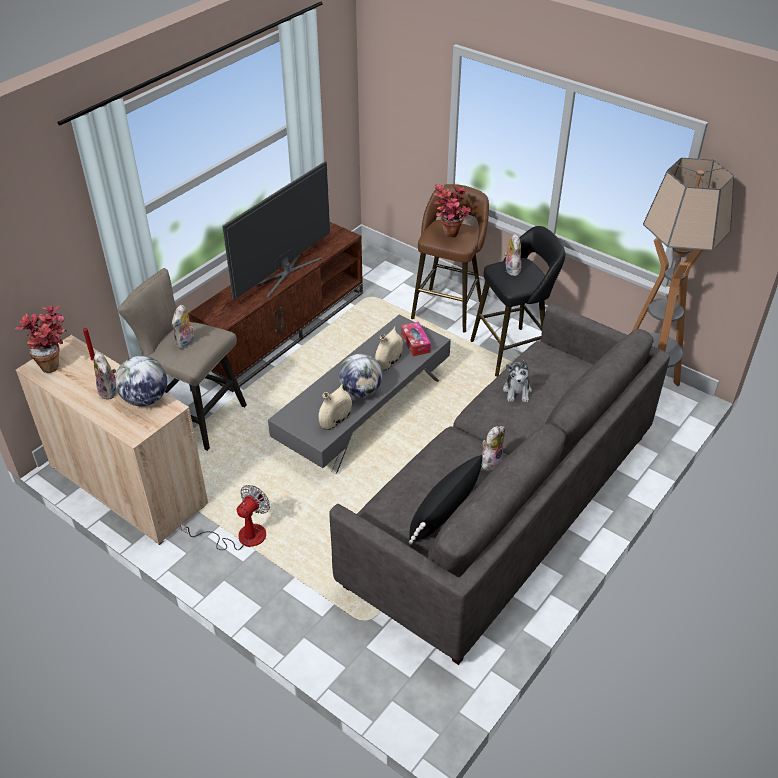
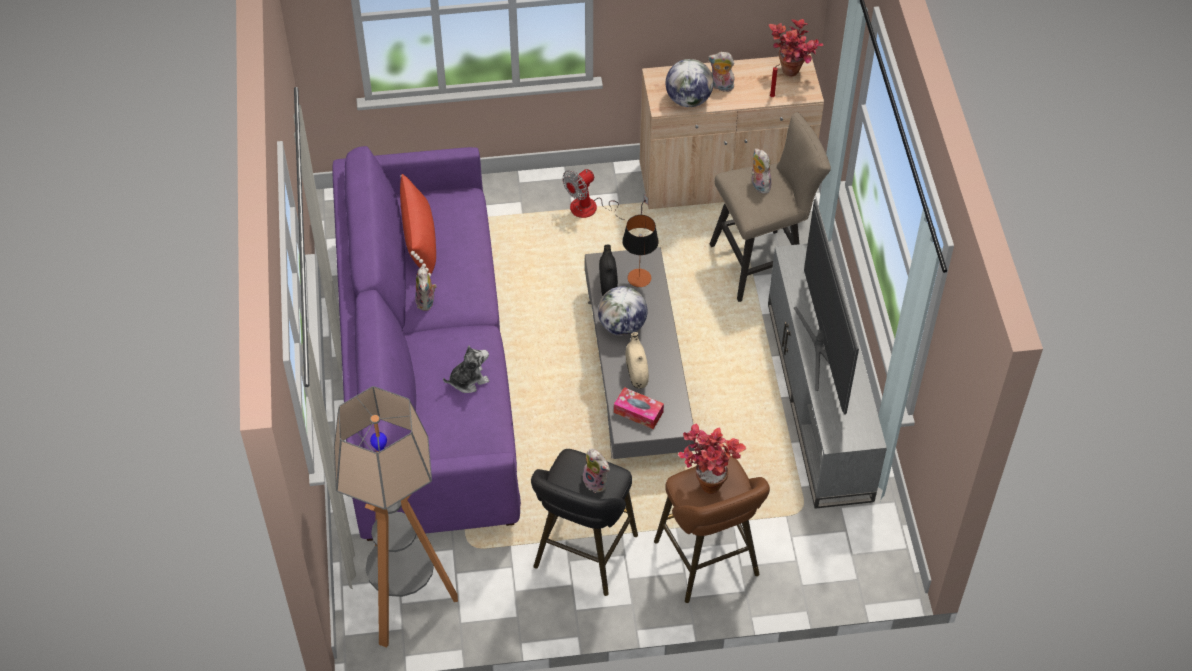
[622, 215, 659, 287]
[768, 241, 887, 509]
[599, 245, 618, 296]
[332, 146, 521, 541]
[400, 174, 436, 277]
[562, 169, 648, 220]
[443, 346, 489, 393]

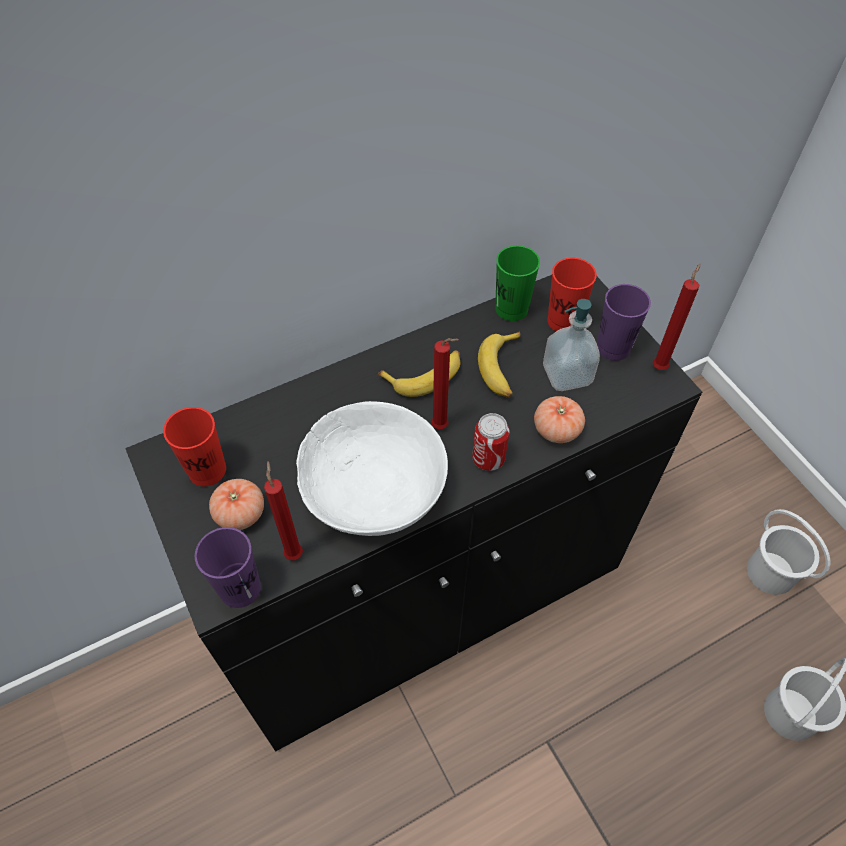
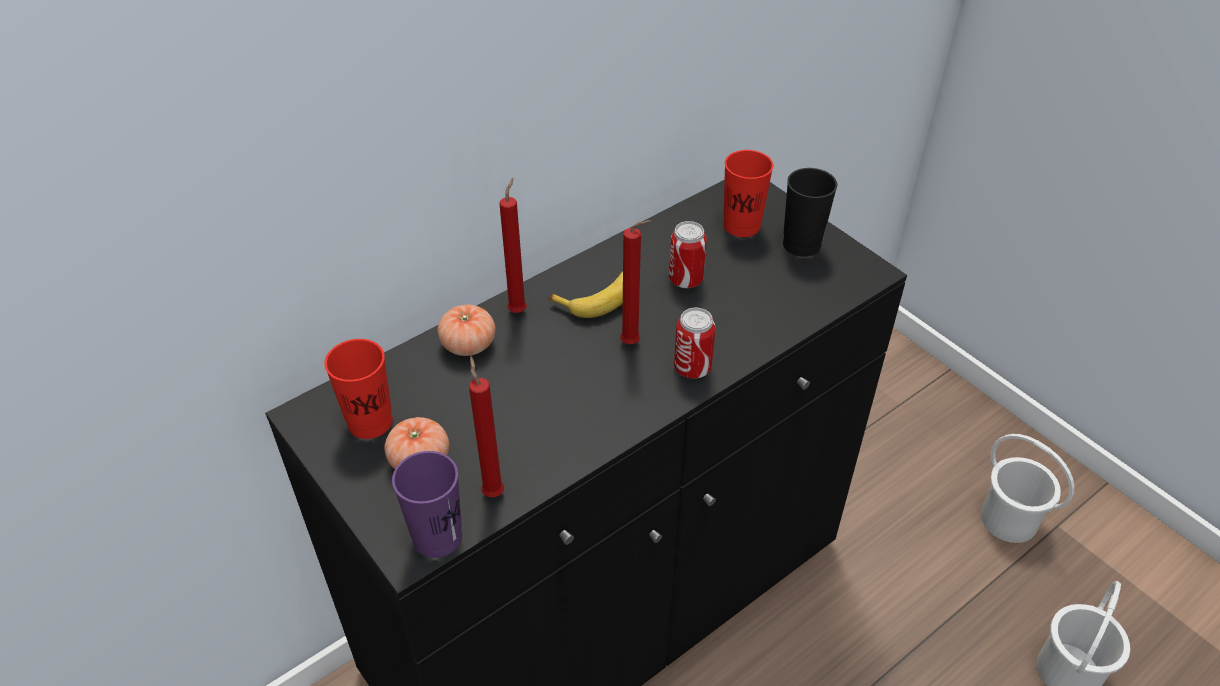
[296, 401, 448, 536] (first image)
[495, 245, 540, 321] (first image)
[543, 299, 600, 391] (first image)
[437, 304, 496, 356]
[499, 178, 527, 313]
[669, 221, 707, 289]
[783, 168, 838, 257]

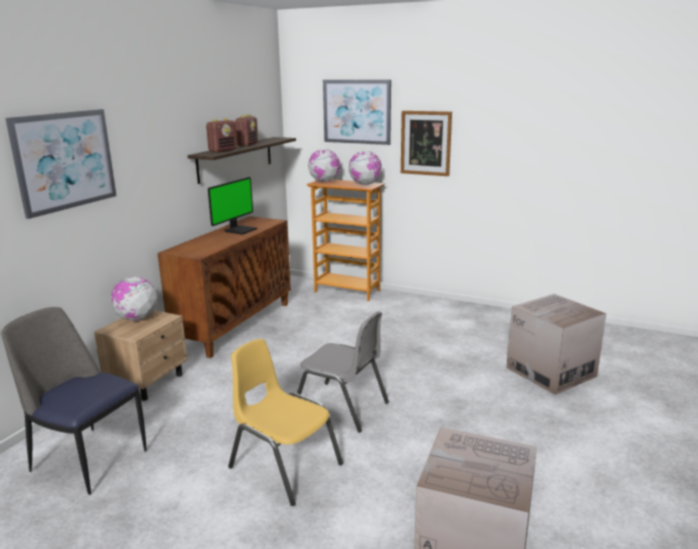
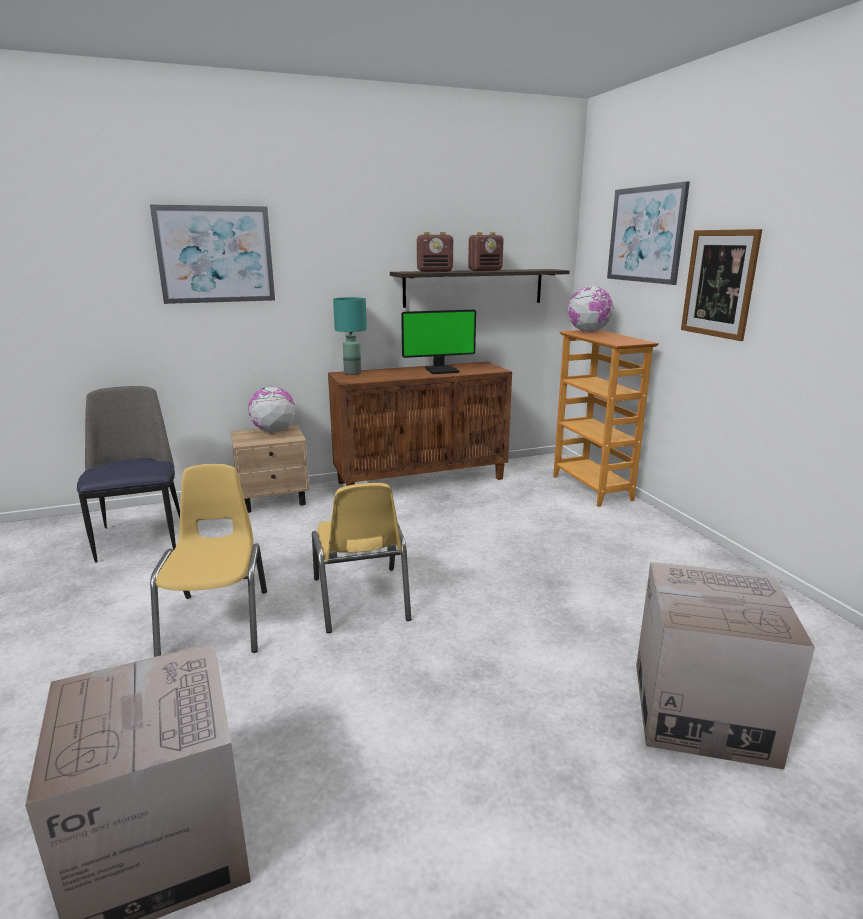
[349, 151, 382, 185] (first image)
[333, 297, 367, 375]
[312, 483, 411, 633]

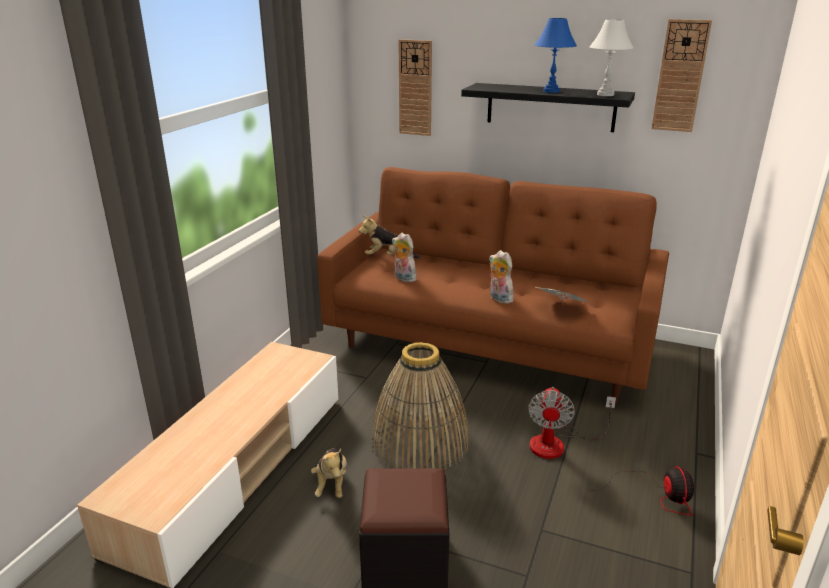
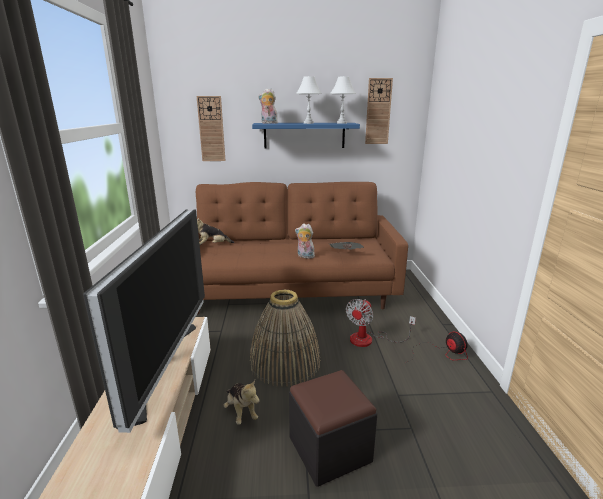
[83, 209, 205, 433]
[258, 89, 278, 124]
[252, 123, 360, 148]
[296, 76, 322, 124]
[346, 299, 416, 347]

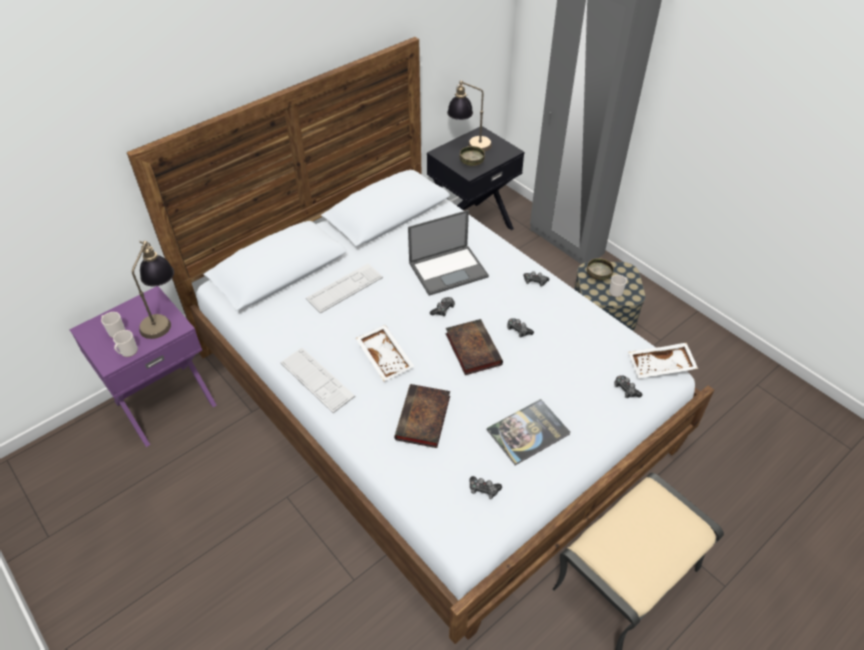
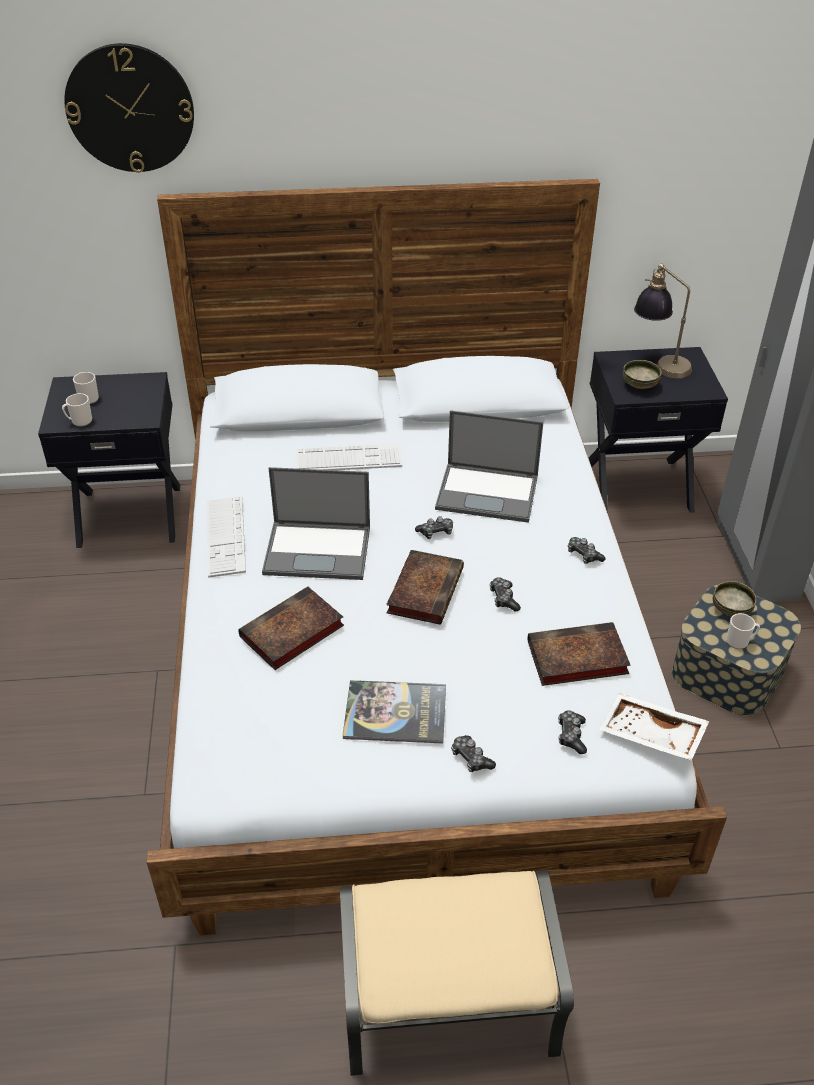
[132, 241, 174, 339] (first image)
[64, 43, 194, 173]
[528, 622, 631, 686]
[451, 735, 496, 772]
[262, 467, 370, 580]
[38, 372, 180, 548]

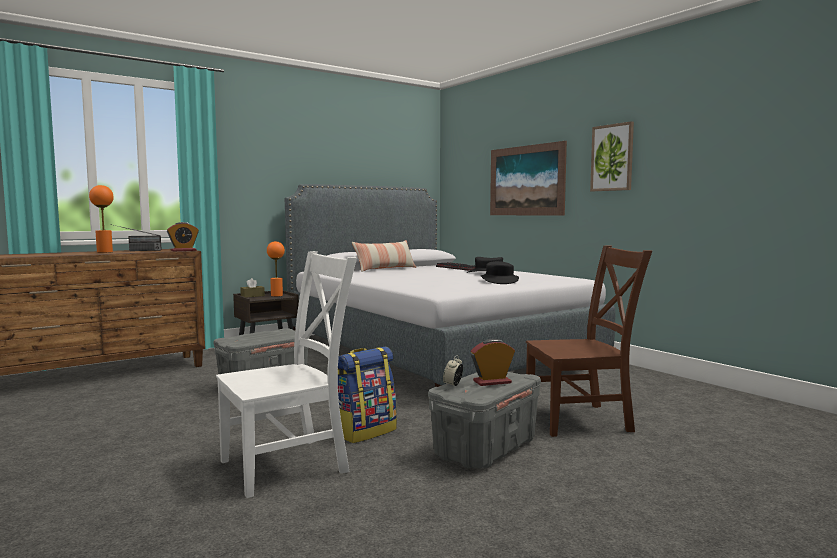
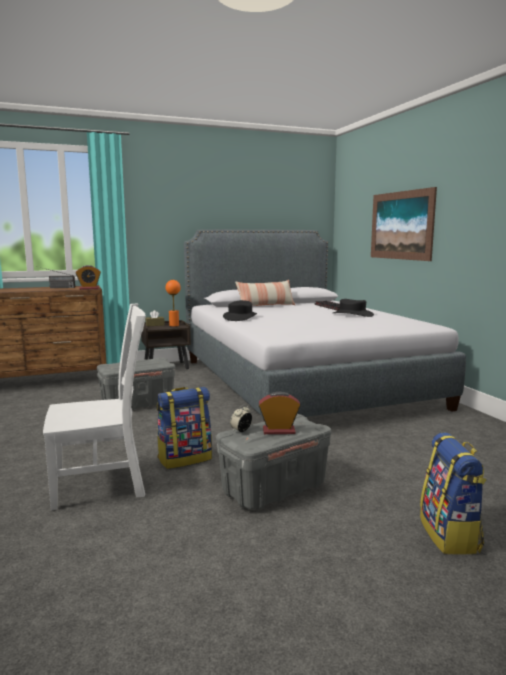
[89, 185, 114, 253] (first image)
[526, 245, 652, 437] (first image)
[590, 121, 634, 191] (first image)
[420, 433, 486, 554]
[223, 300, 257, 321]

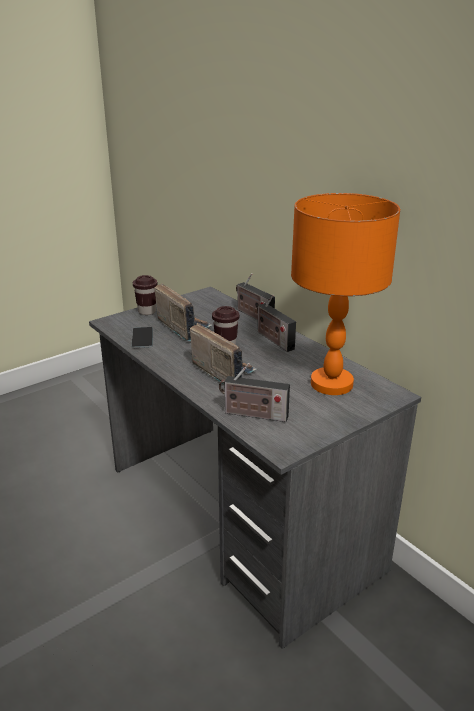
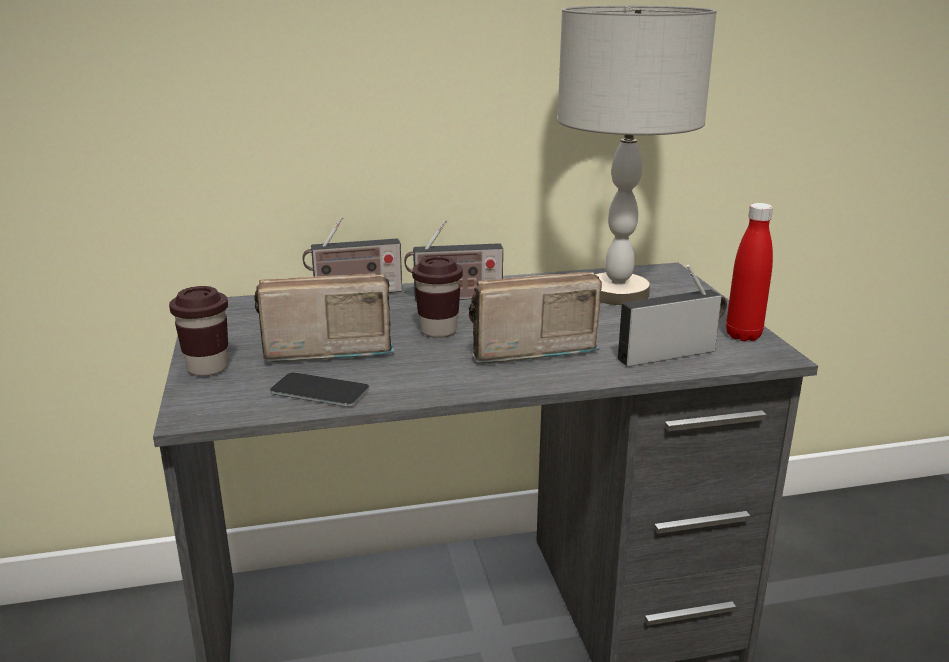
[726, 203, 773, 341]
[557, 5, 717, 305]
[618, 265, 727, 367]

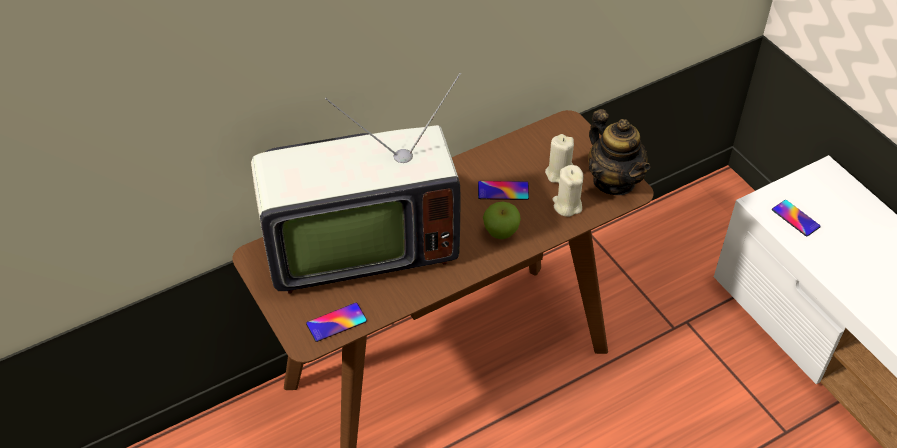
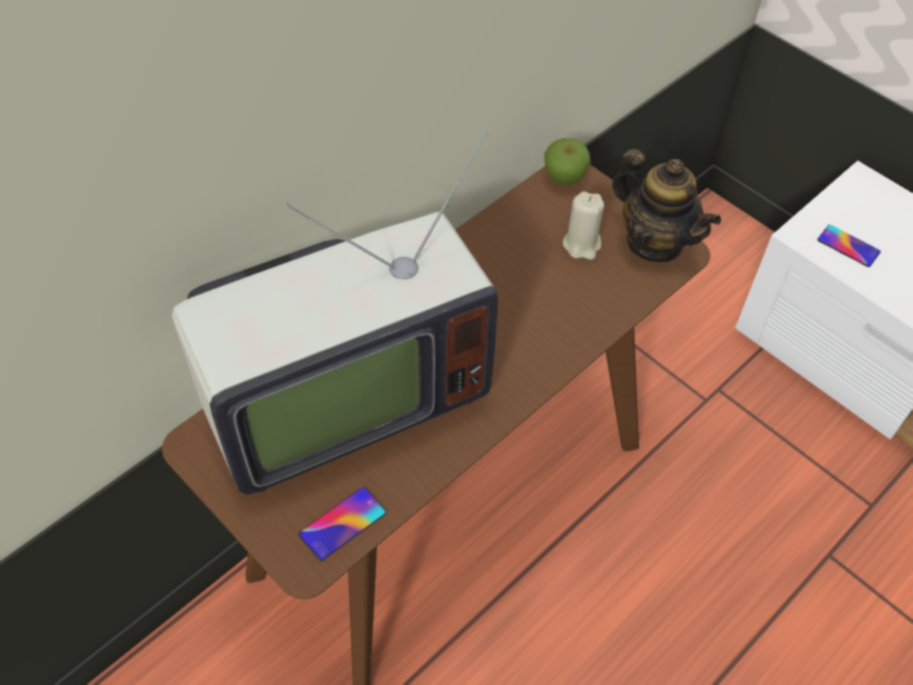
[478, 181, 529, 200] (first image)
[553, 165, 584, 217] (first image)
[544, 138, 591, 185]

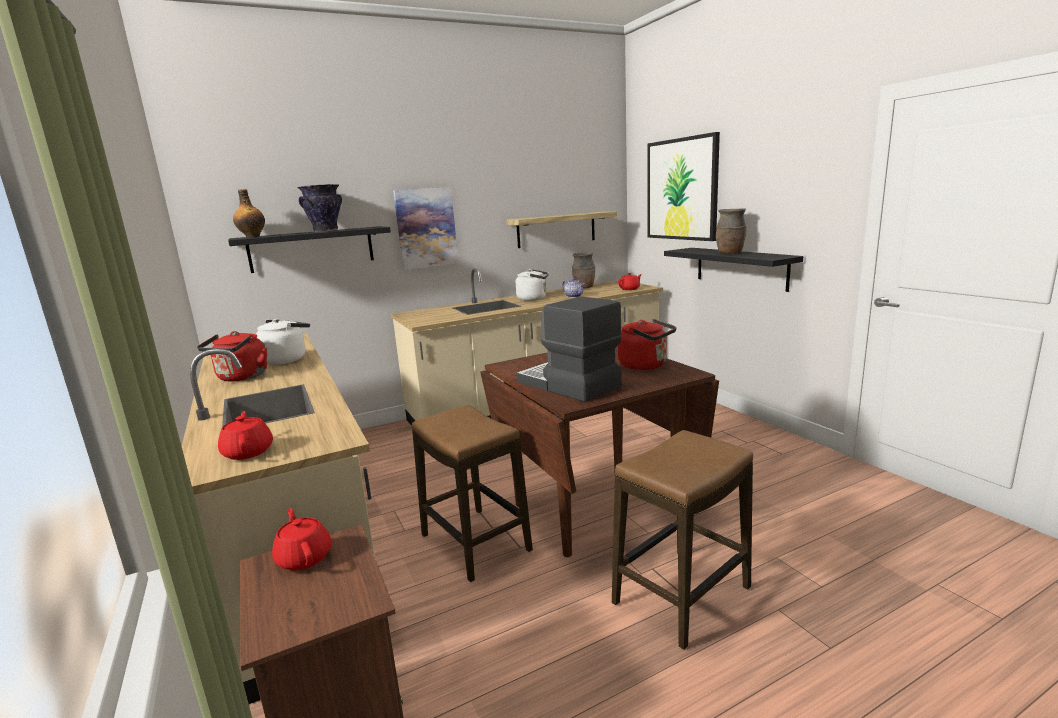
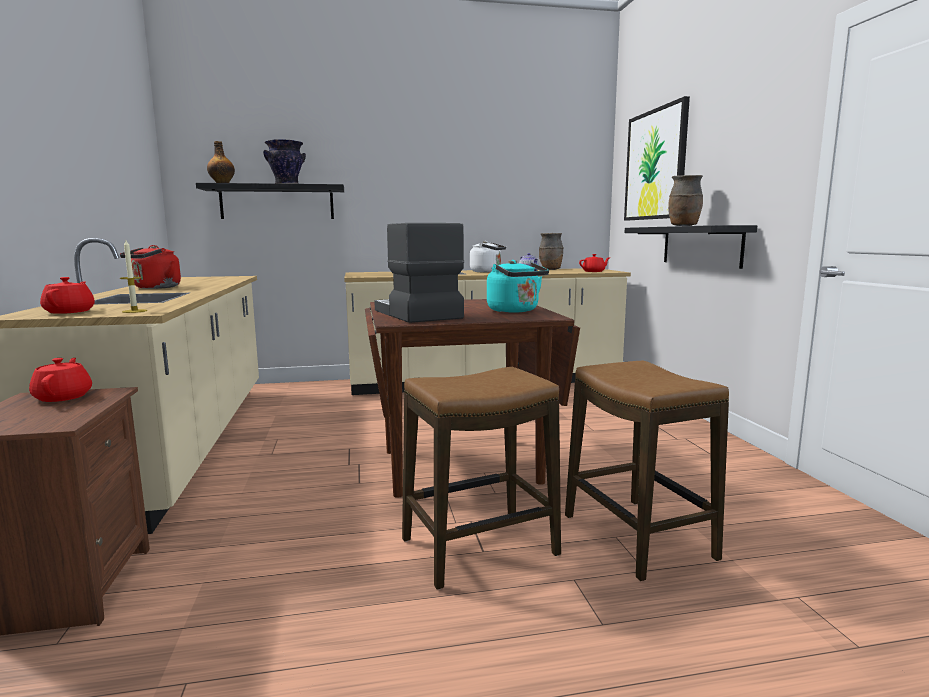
[256, 319, 310, 365] (first image)
[393, 187, 459, 270] (first image)
[506, 212, 617, 248] (first image)
[120, 240, 147, 313]
[565, 360, 729, 581]
[487, 260, 549, 313]

